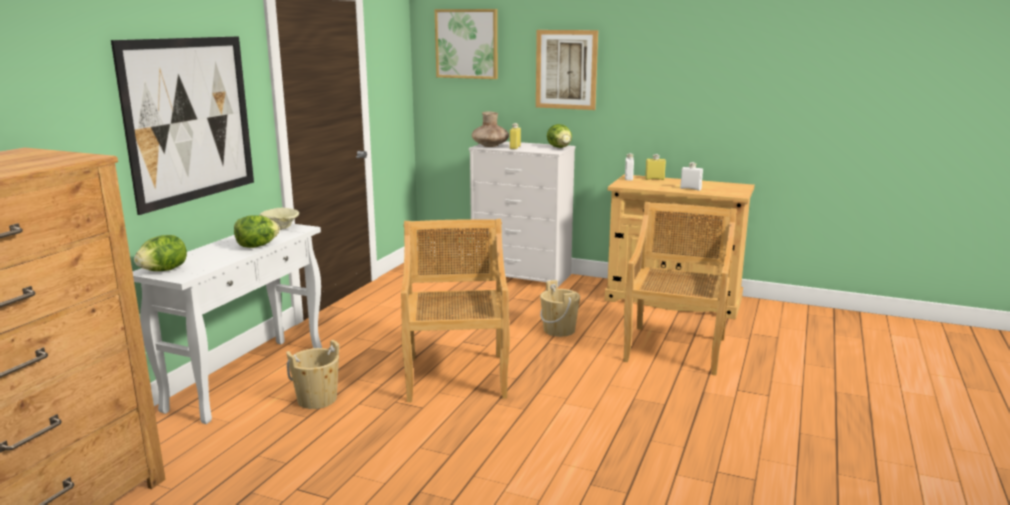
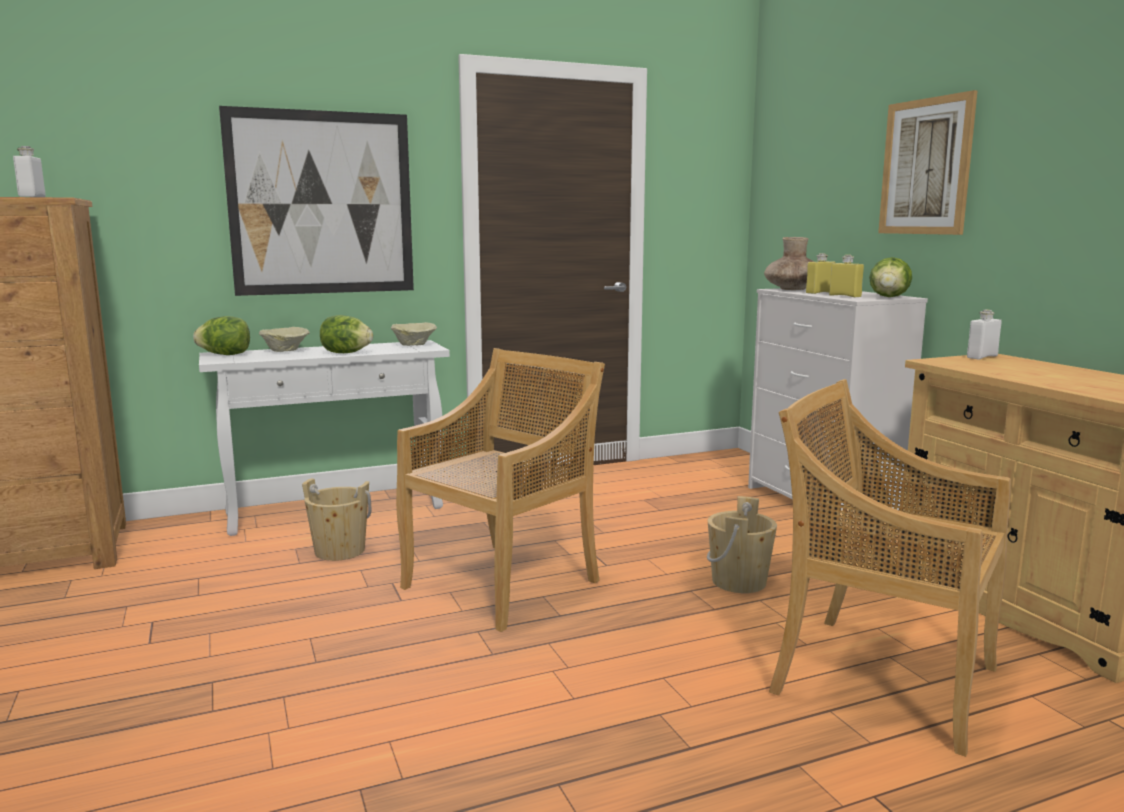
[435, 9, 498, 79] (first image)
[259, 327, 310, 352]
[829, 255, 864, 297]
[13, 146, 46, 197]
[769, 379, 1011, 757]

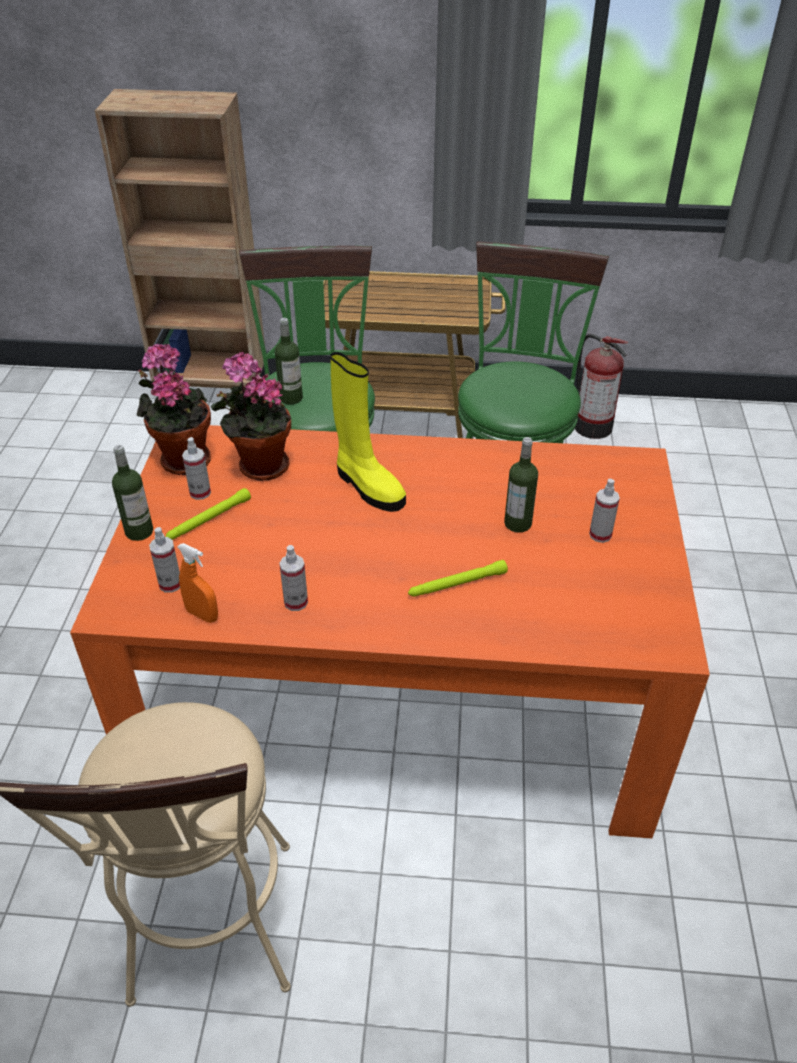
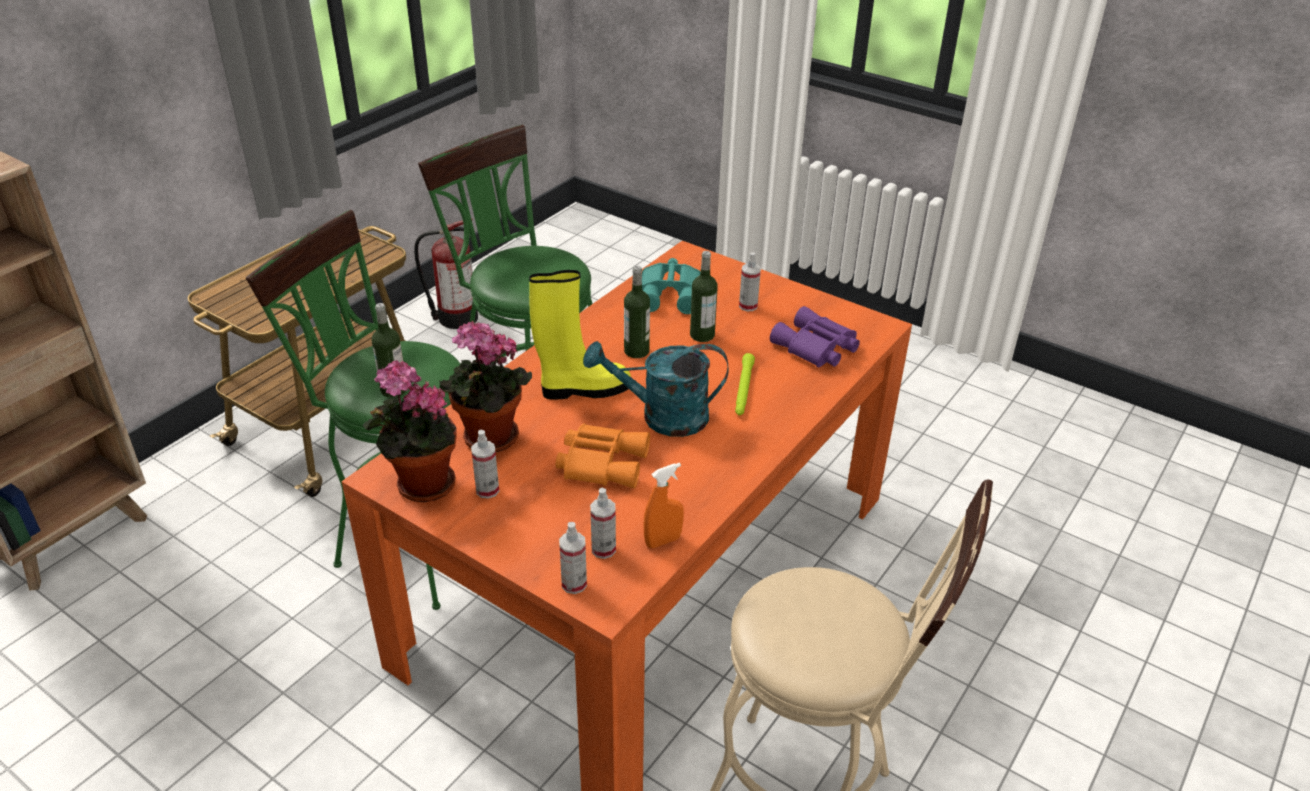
[165, 488, 251, 540] (first image)
[556, 423, 650, 488]
[583, 341, 728, 437]
[642, 258, 701, 314]
[770, 306, 860, 368]
[624, 266, 650, 358]
[559, 522, 587, 594]

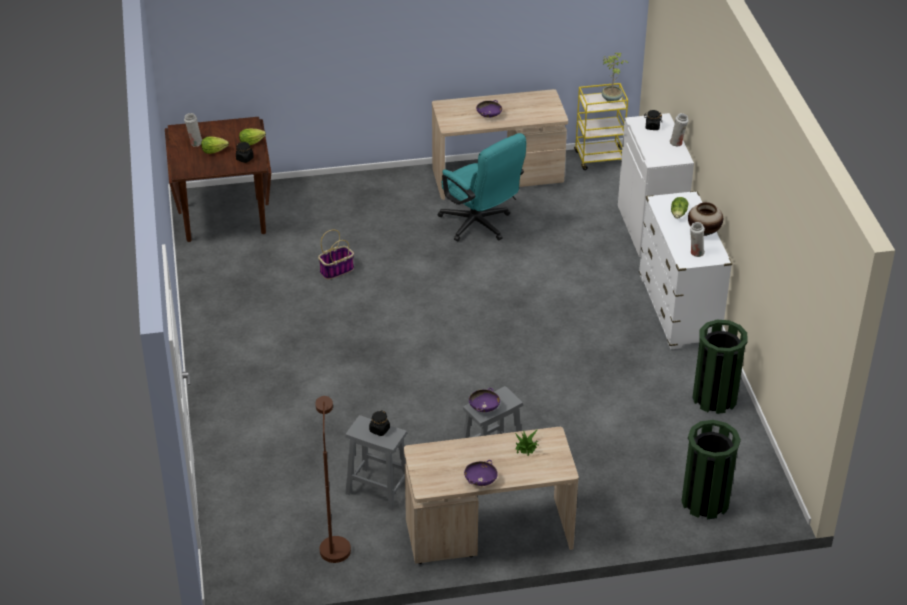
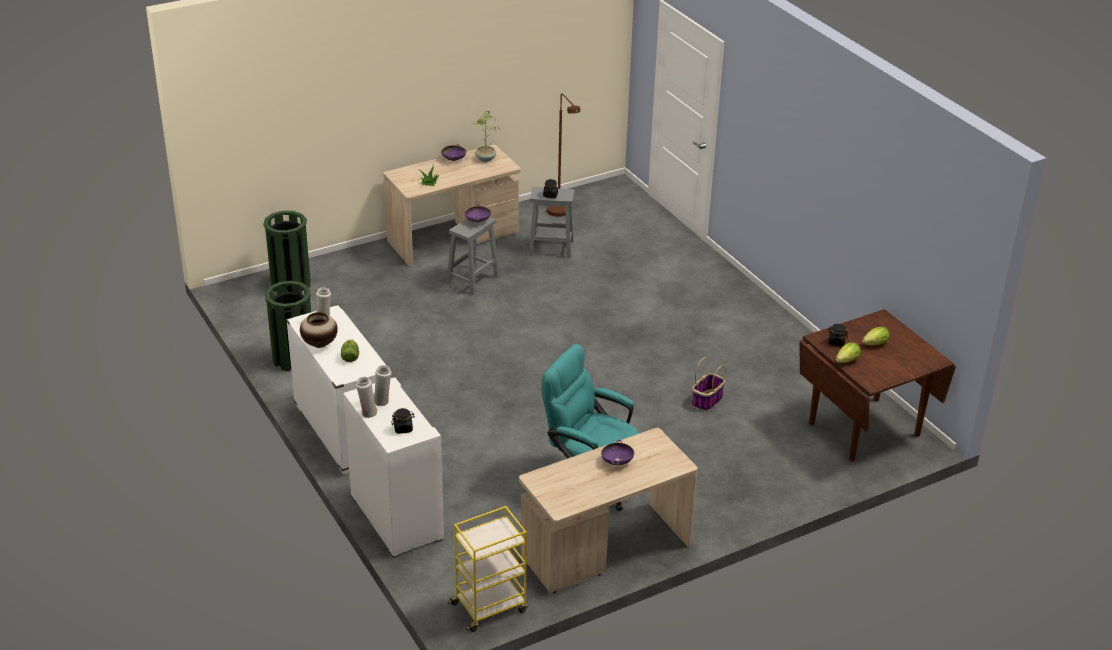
[374, 365, 391, 406]
[472, 110, 500, 162]

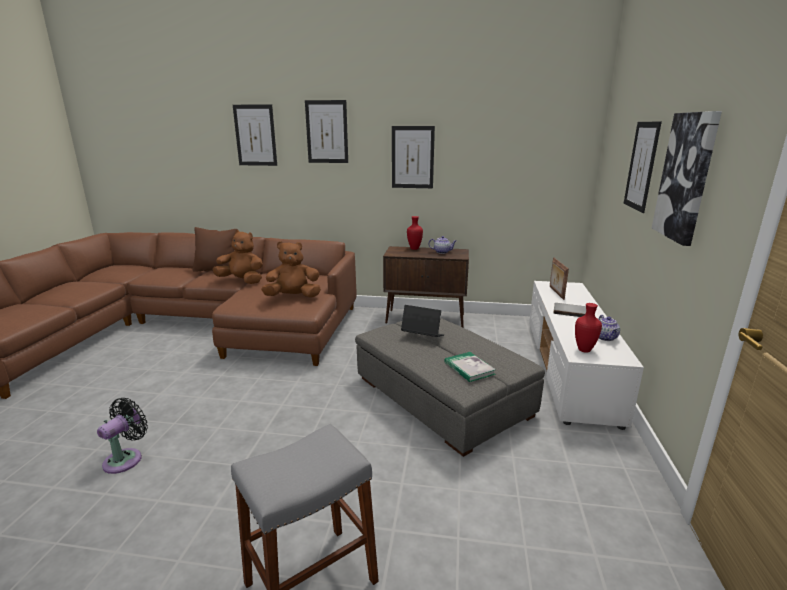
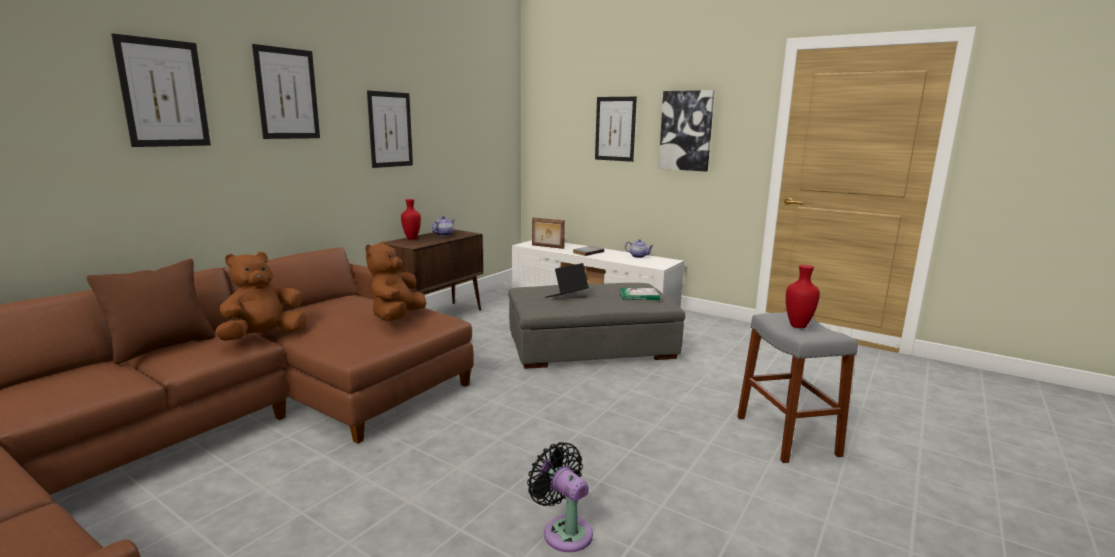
[786, 265, 820, 328]

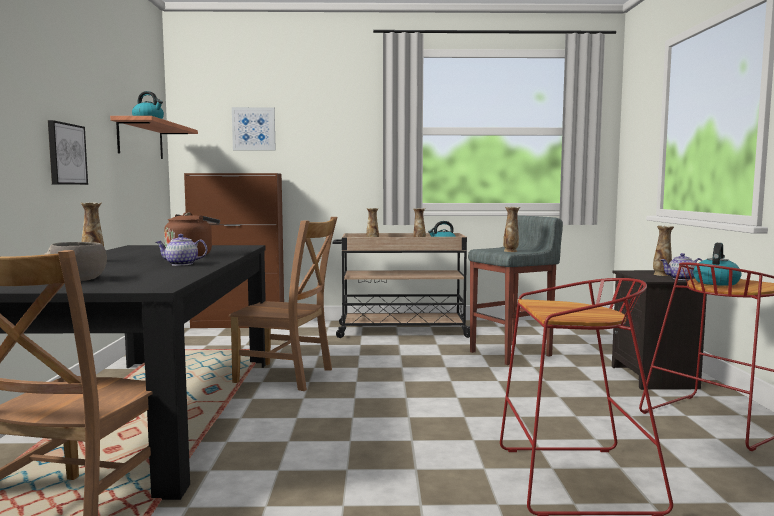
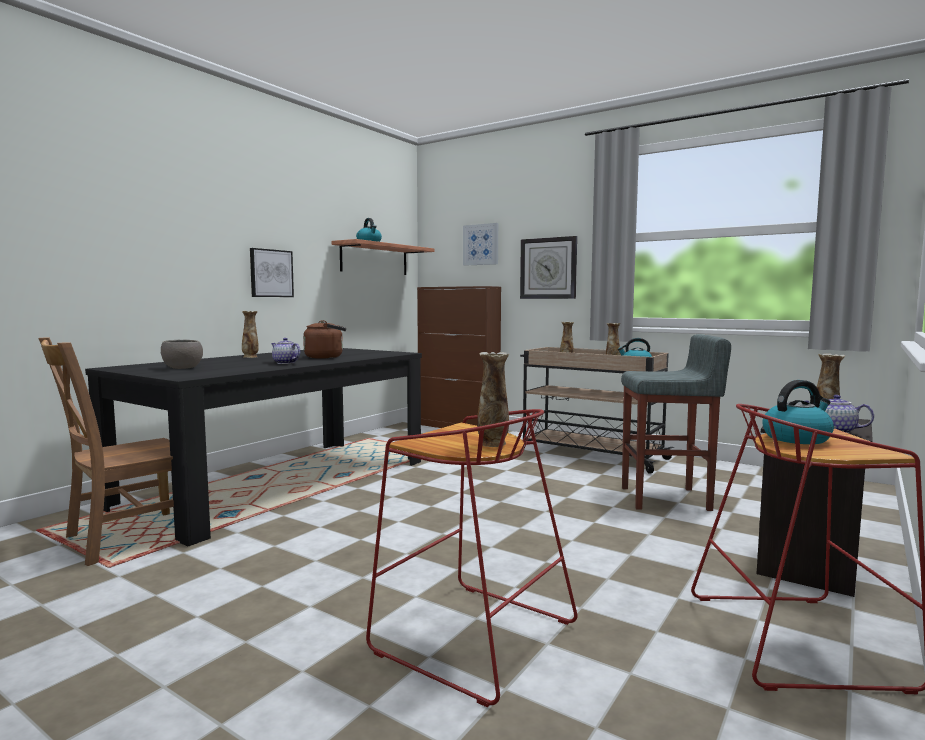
[229, 217, 338, 391] (first image)
[520, 236, 577, 299]
[477, 352, 509, 447]

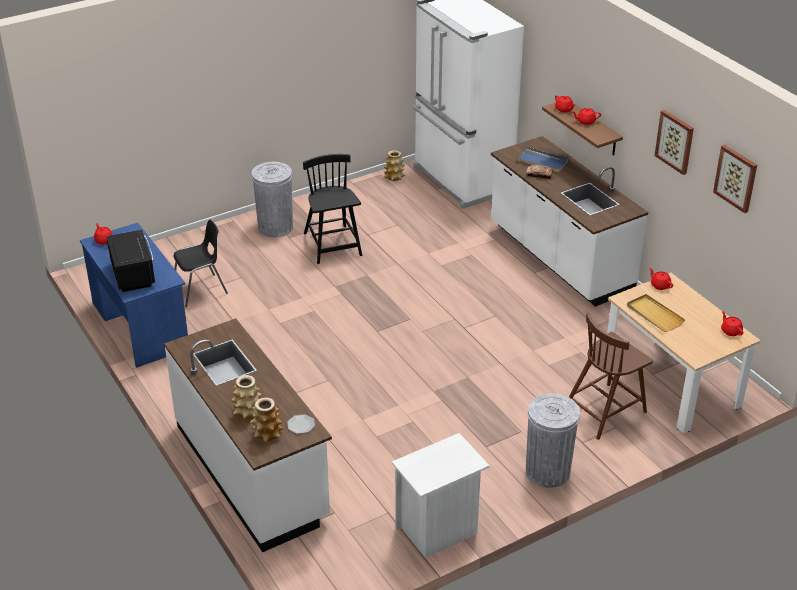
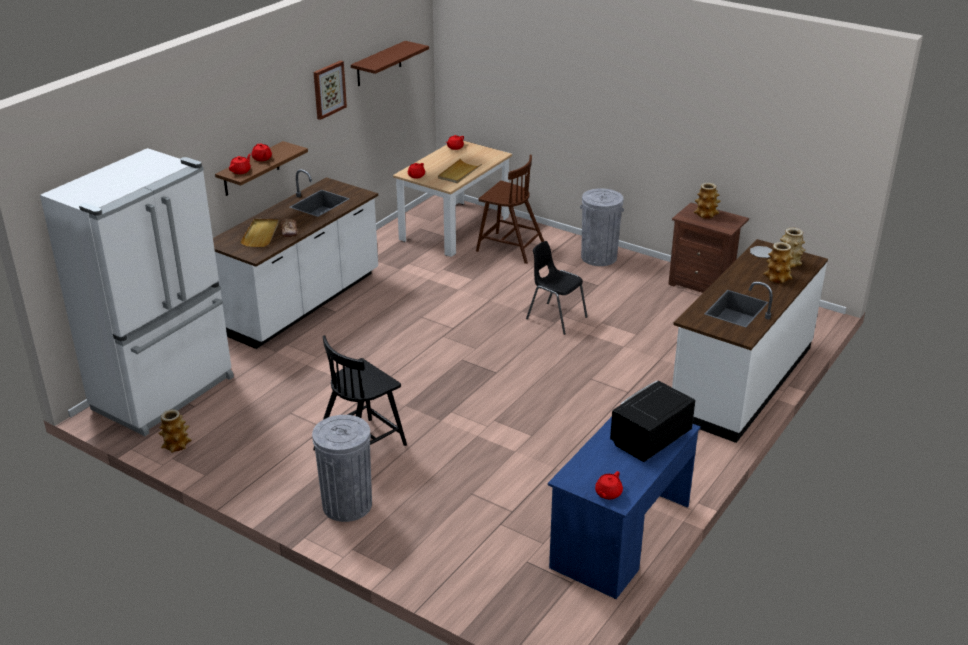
[694, 183, 721, 219]
[526, 241, 587, 335]
[351, 41, 429, 86]
[668, 203, 749, 293]
[240, 219, 279, 247]

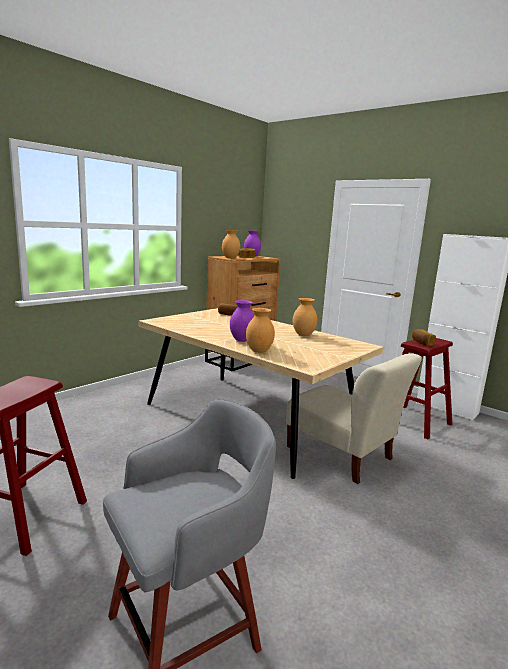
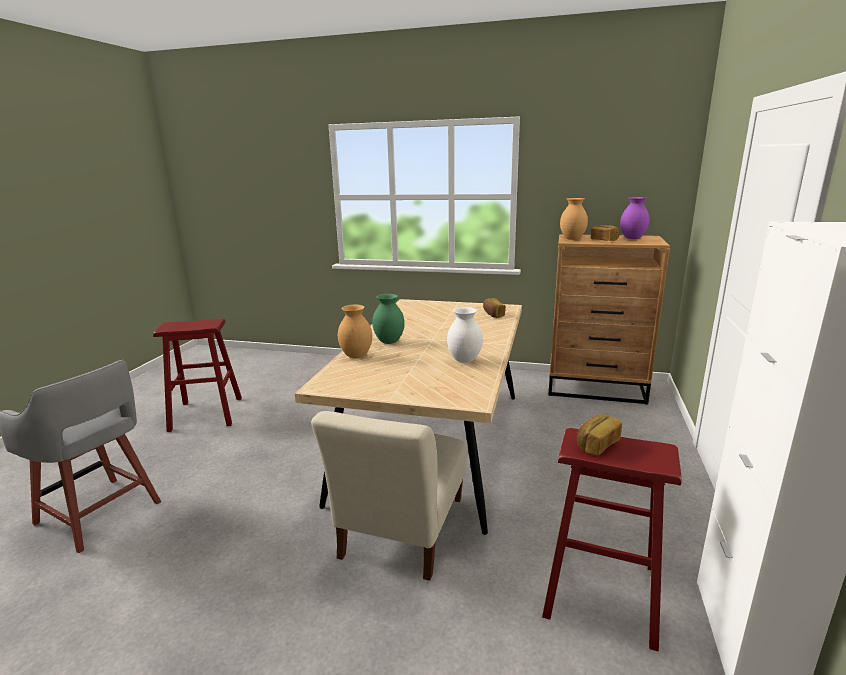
[372, 294, 405, 344]
[447, 307, 483, 363]

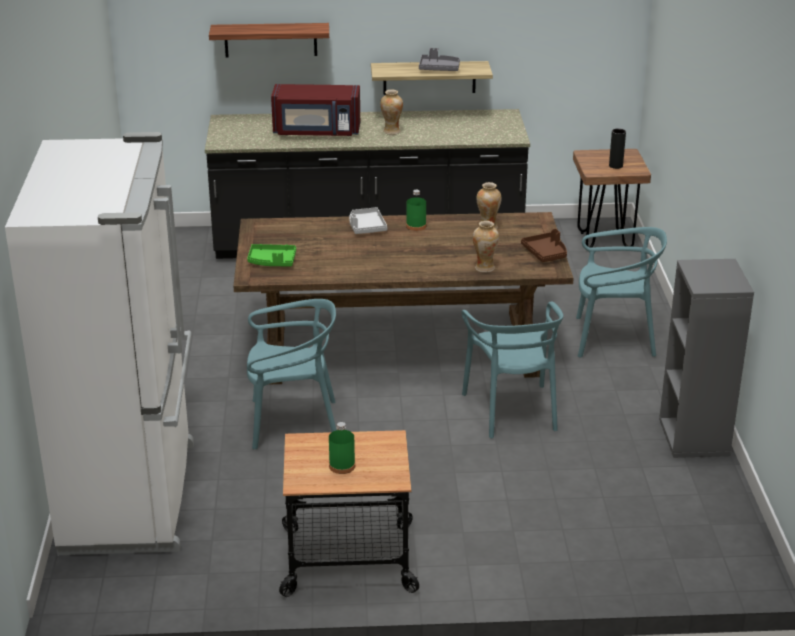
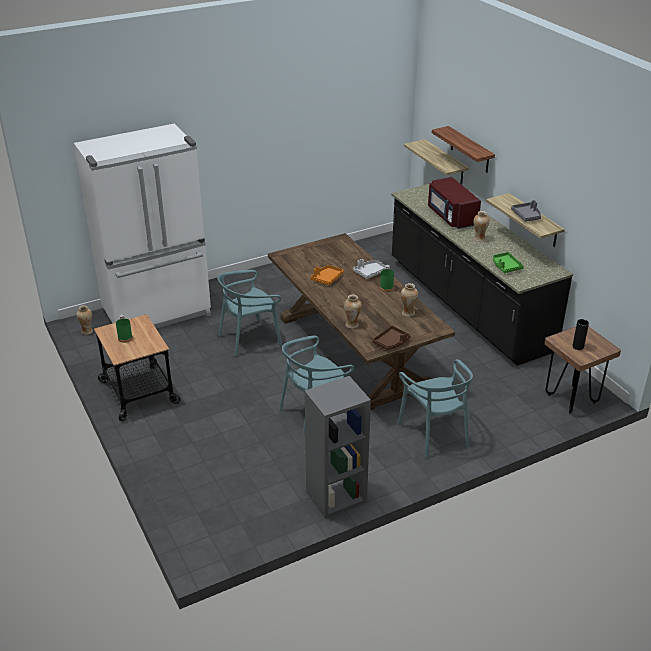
[76, 305, 93, 335]
[311, 265, 344, 285]
[404, 139, 469, 185]
[493, 252, 524, 273]
[217, 270, 282, 357]

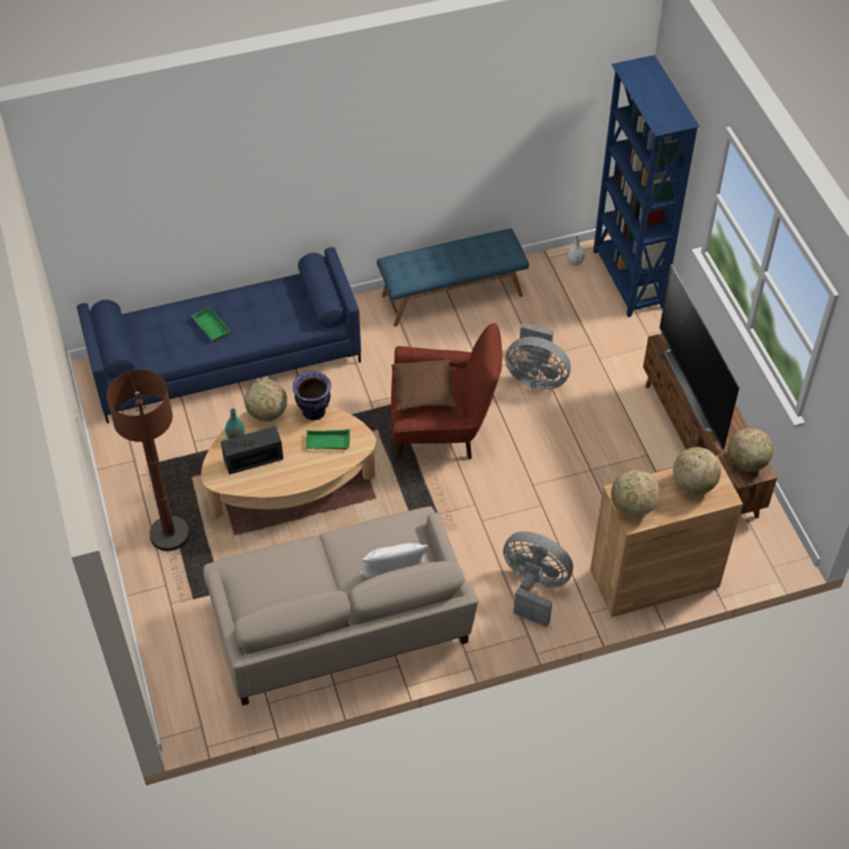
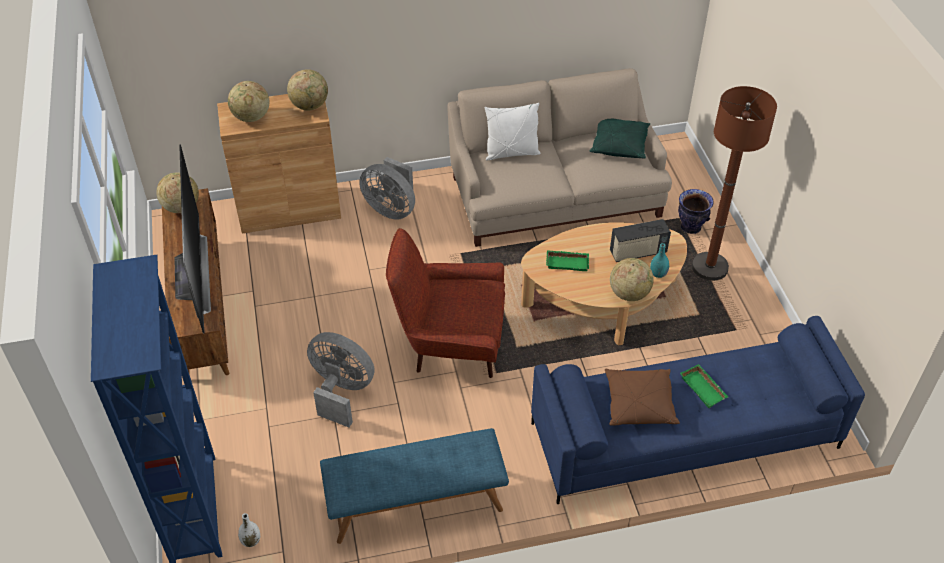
[590, 119, 650, 158]
[678, 189, 714, 234]
[605, 368, 680, 426]

